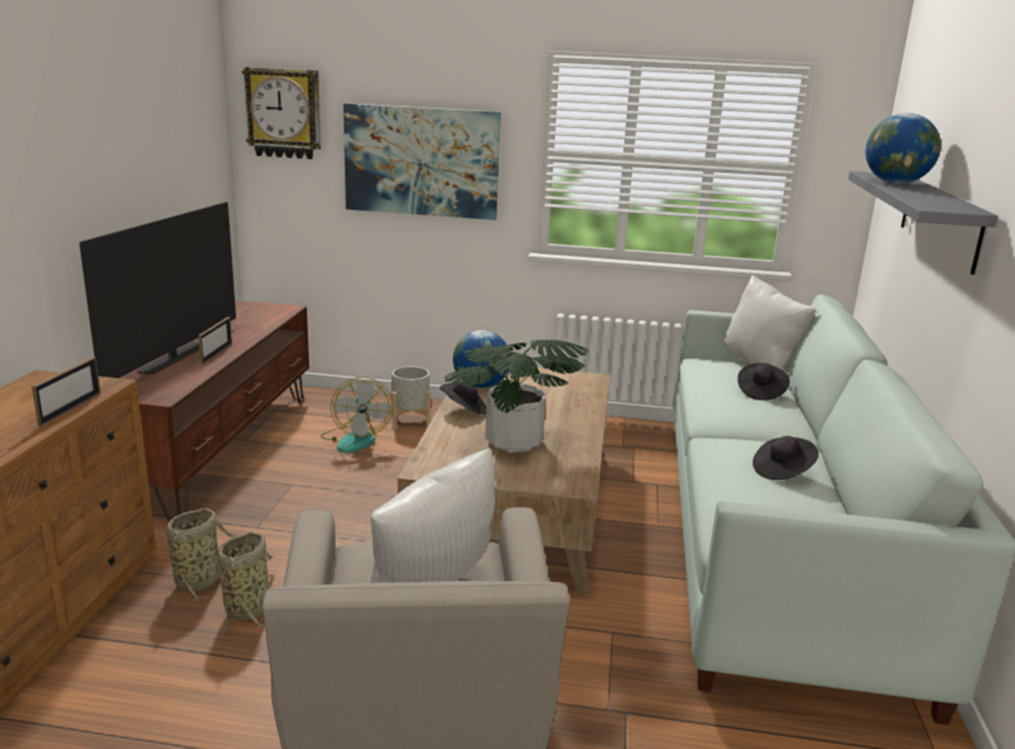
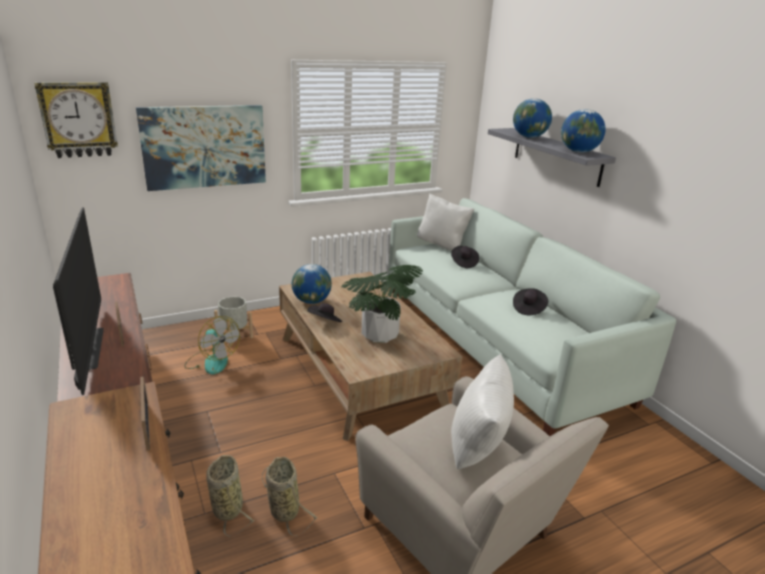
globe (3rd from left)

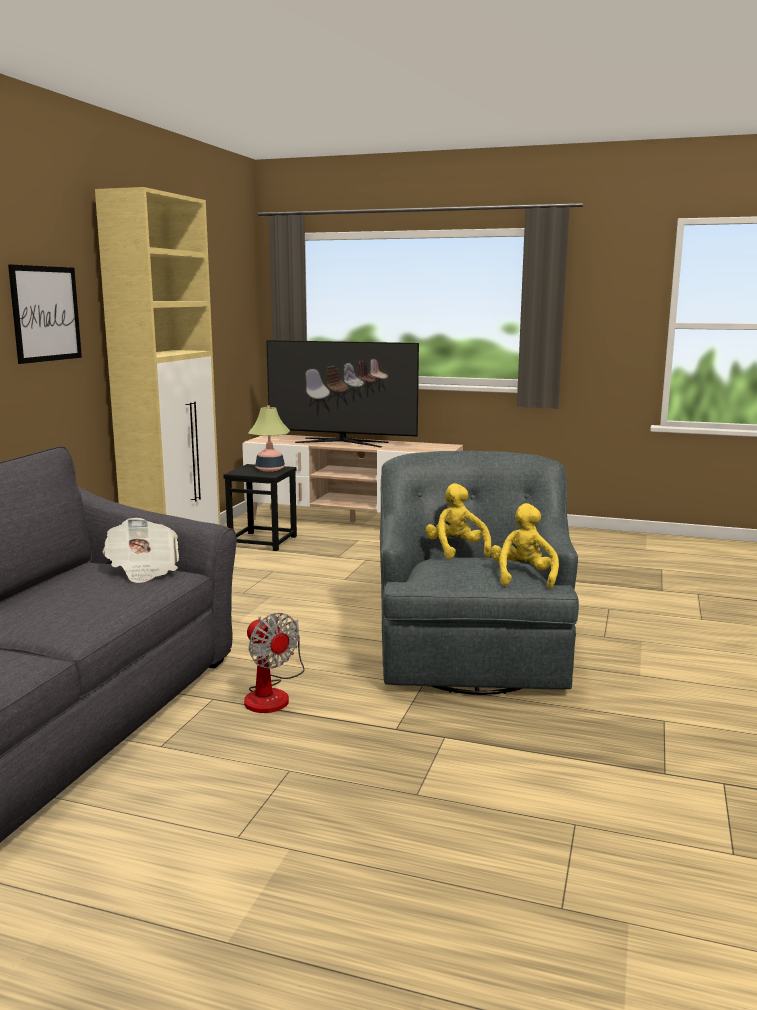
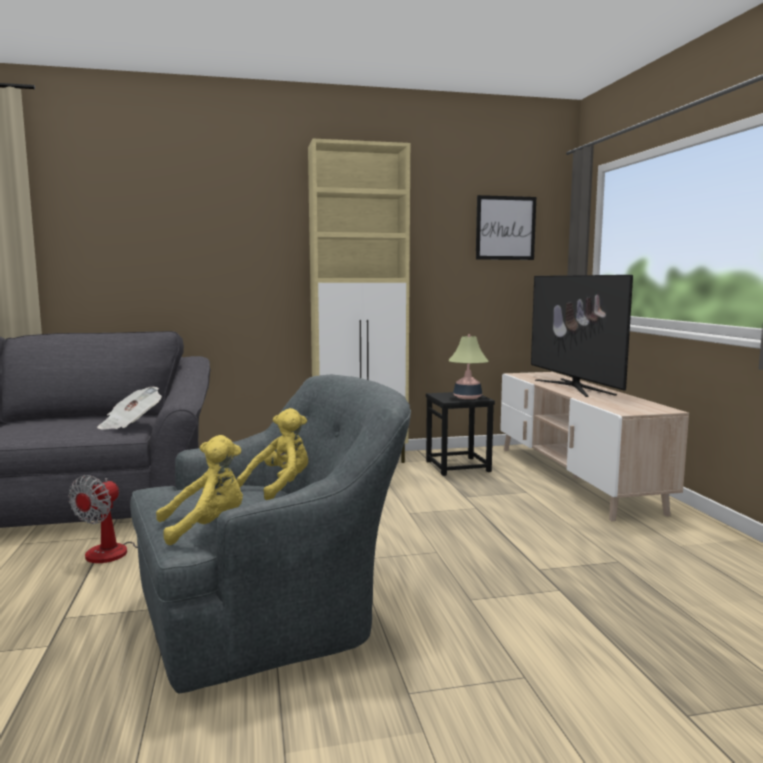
tableau

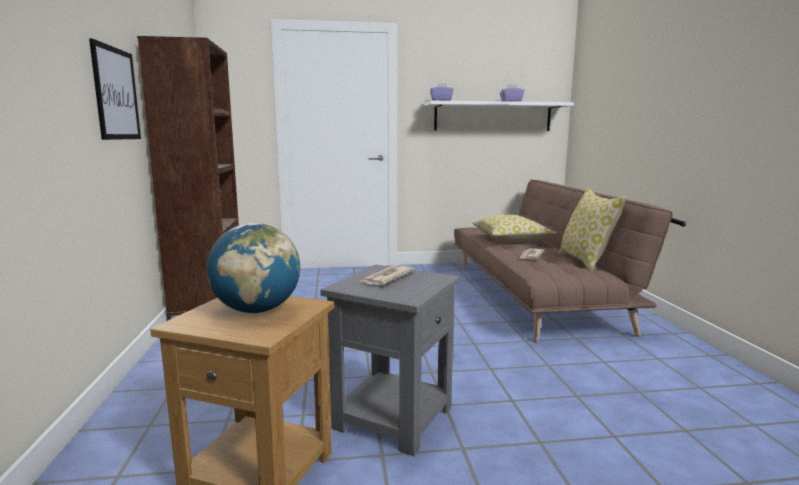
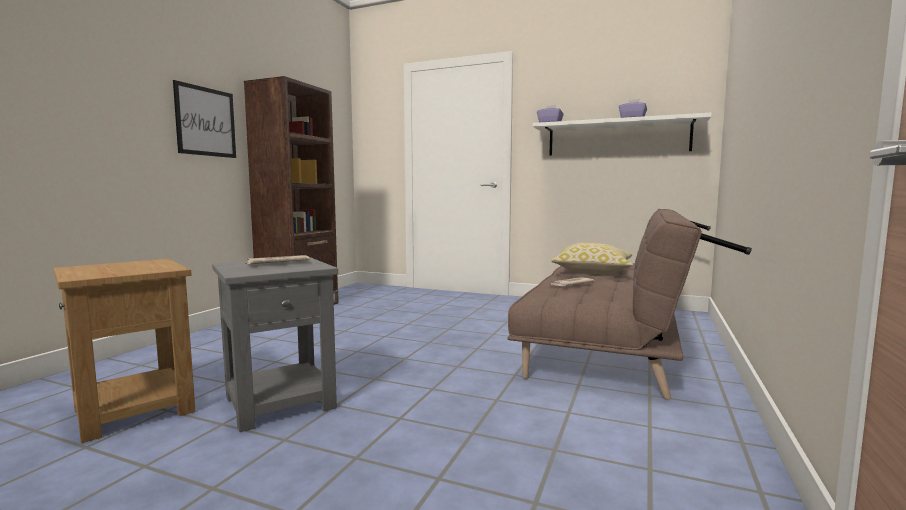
globe
coussin (2nd from left in the first image)

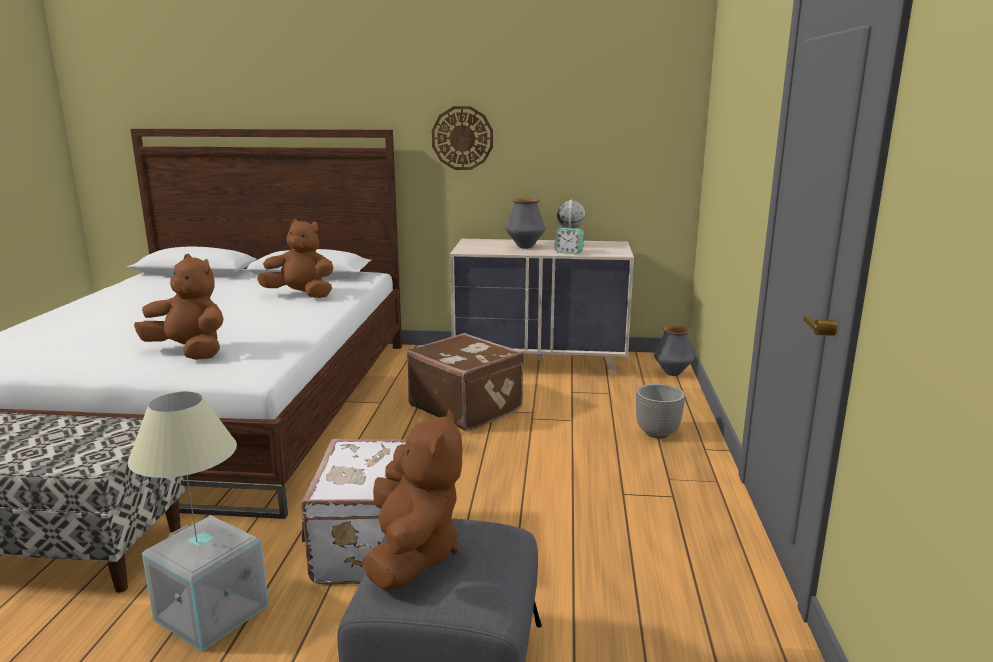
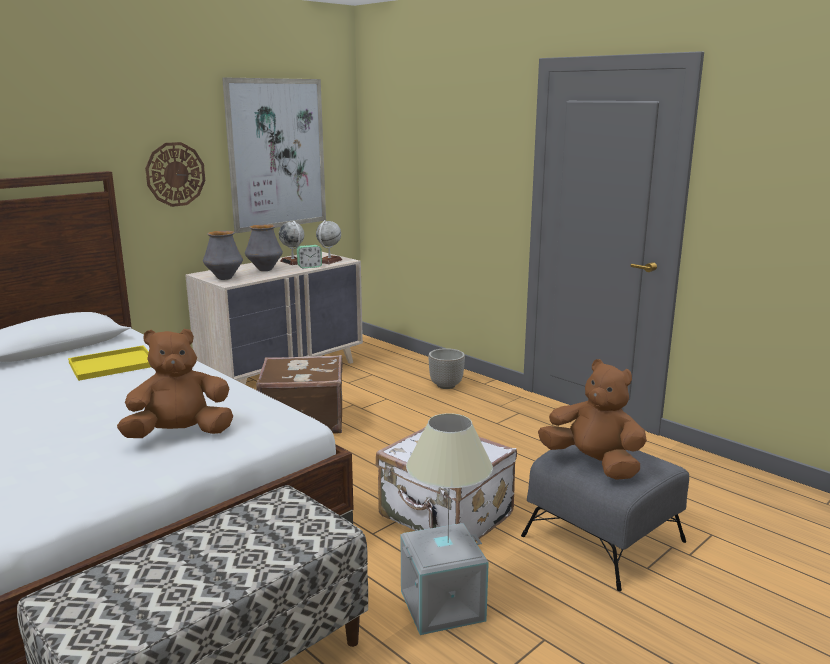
tableau
globe (2nd from left)
vase (1st from left)
plateau (jaune)

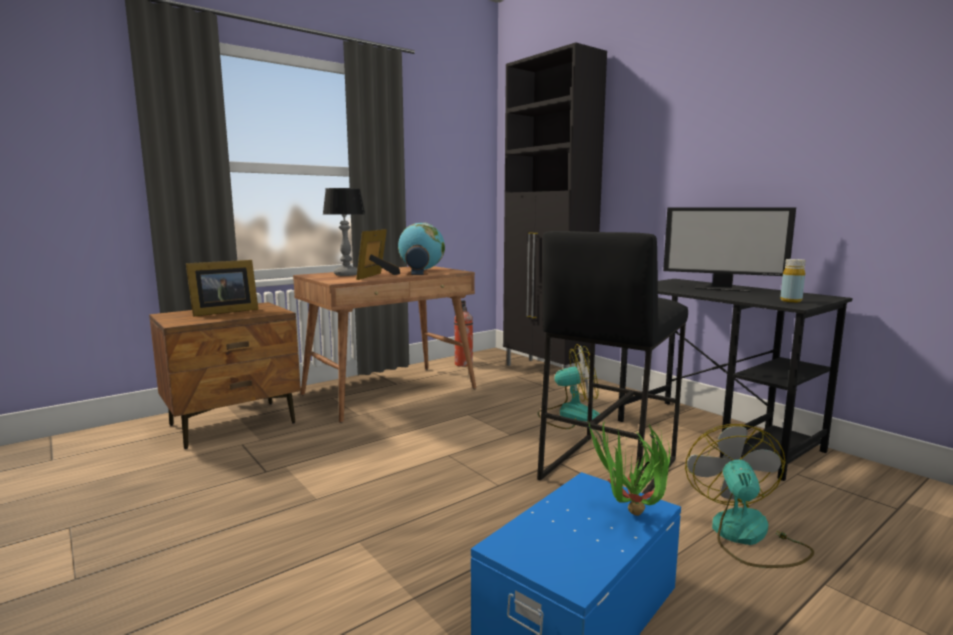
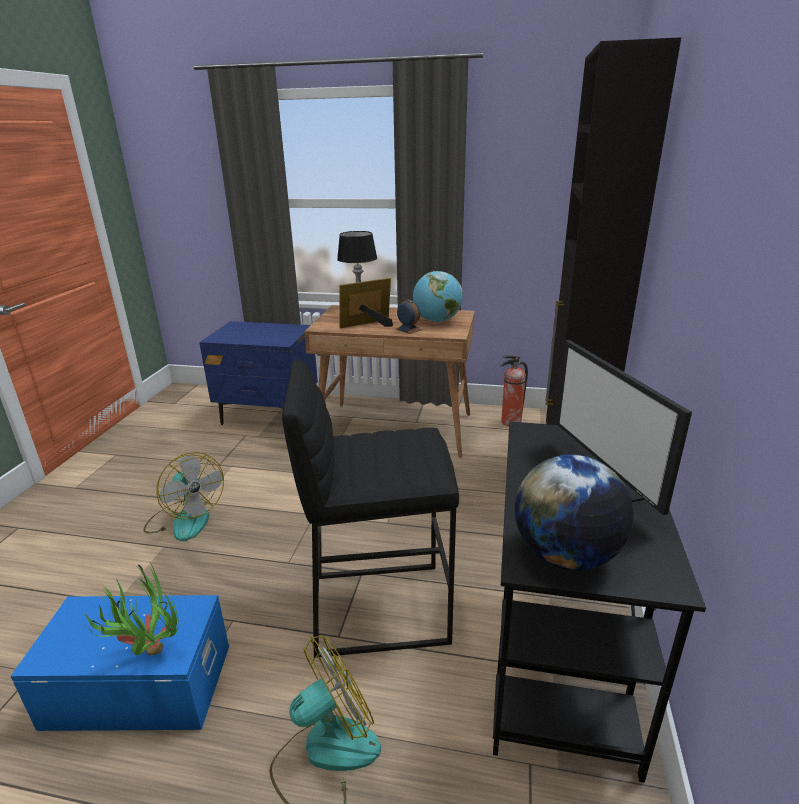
cadre photo (1st from left in the first image)
ventilateur (1st from left)
globe (2nd from left)
table de chevet (bleu)

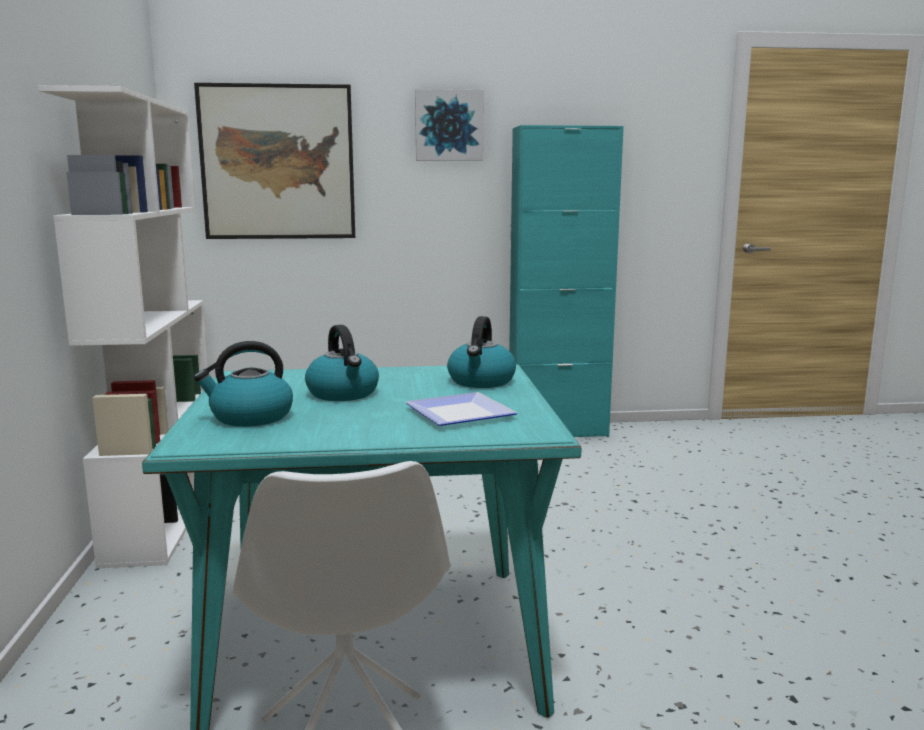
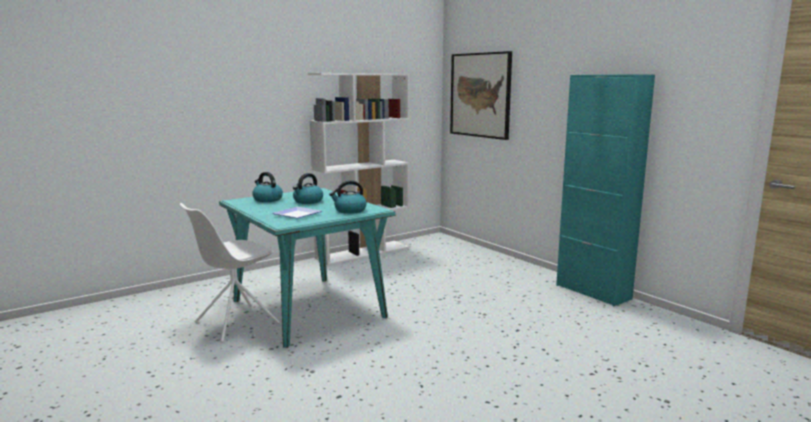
tableau (2nd from left in the first image)

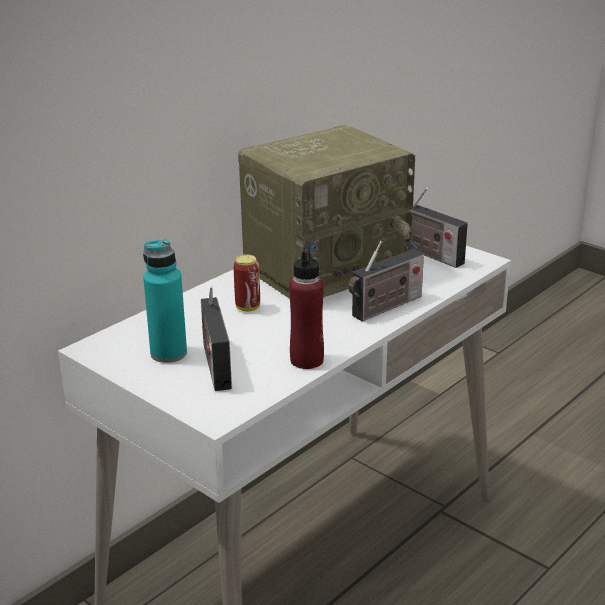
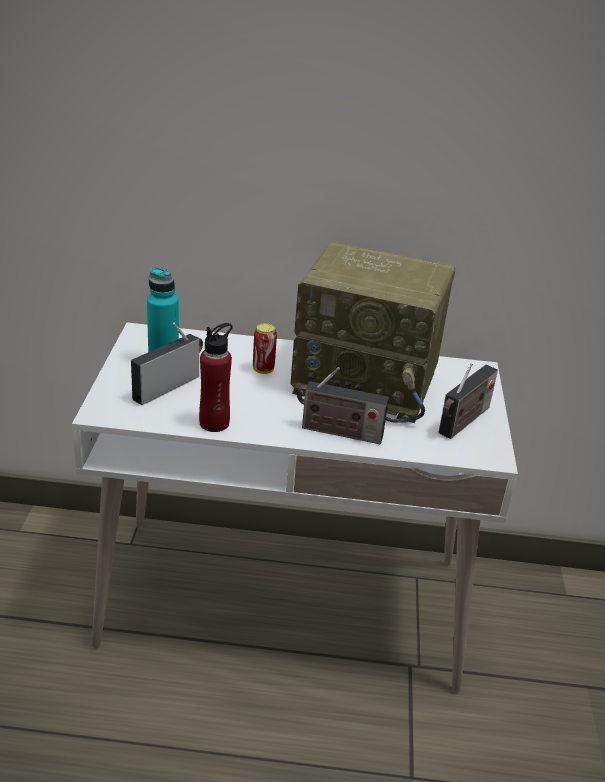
radio (4th from left)

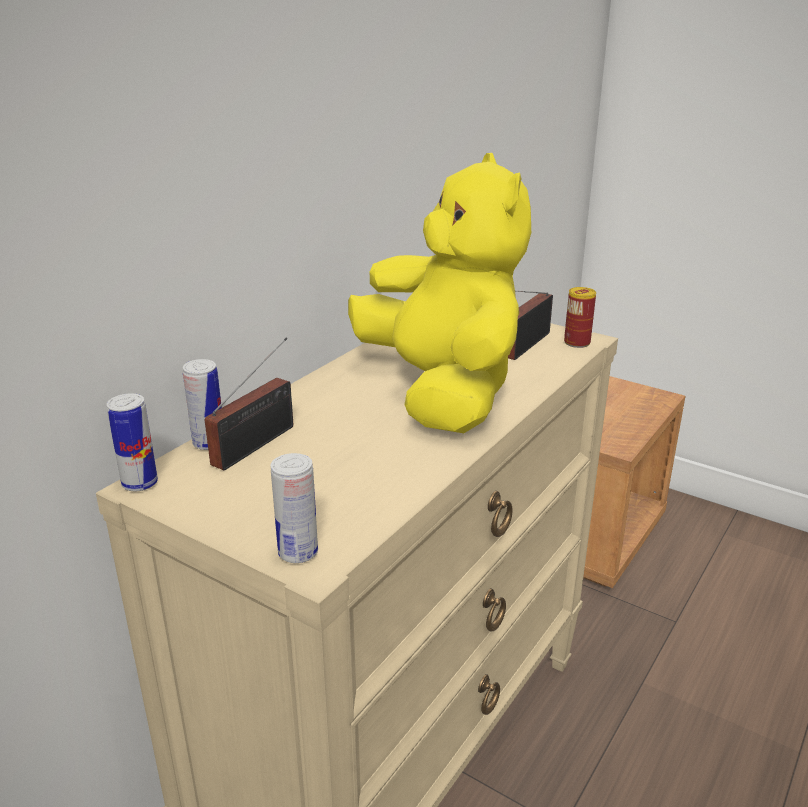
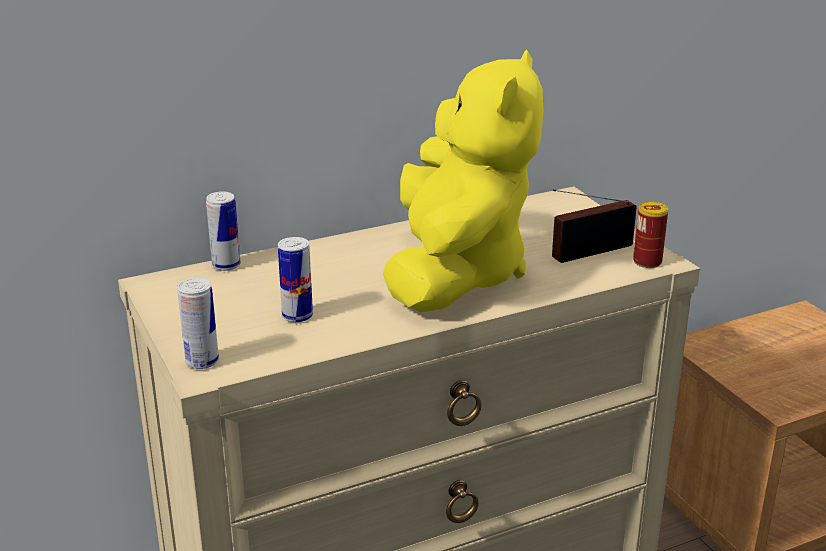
radio (1st from left in the first image)
boîte métallique (3rd from left)

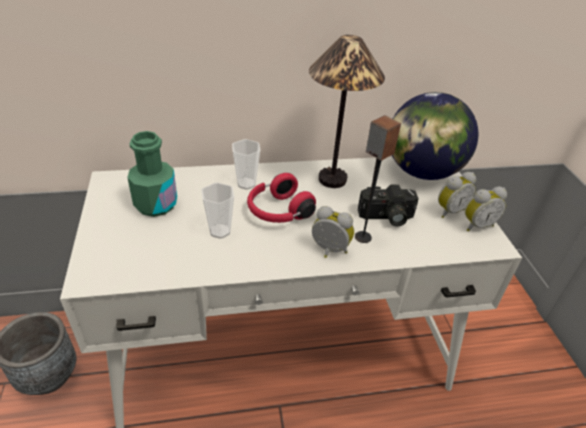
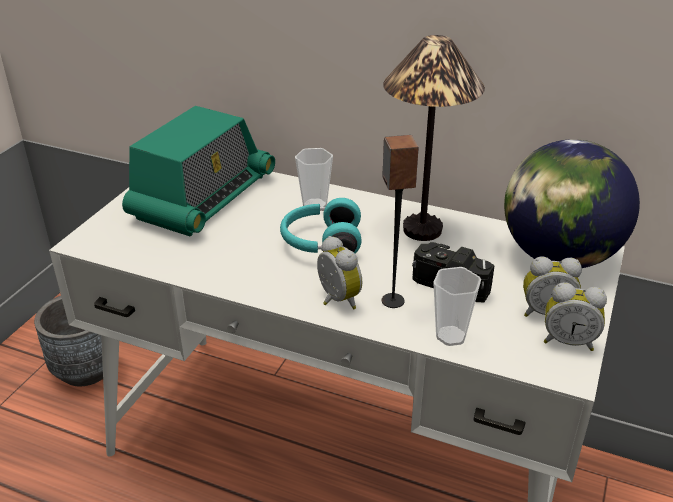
tasse (2nd from left)
radio
casque audio (turquoise)

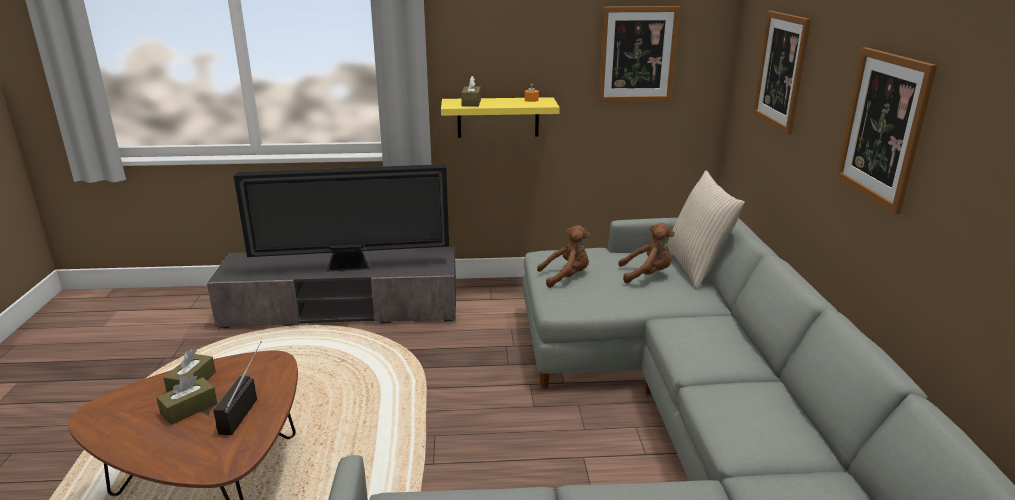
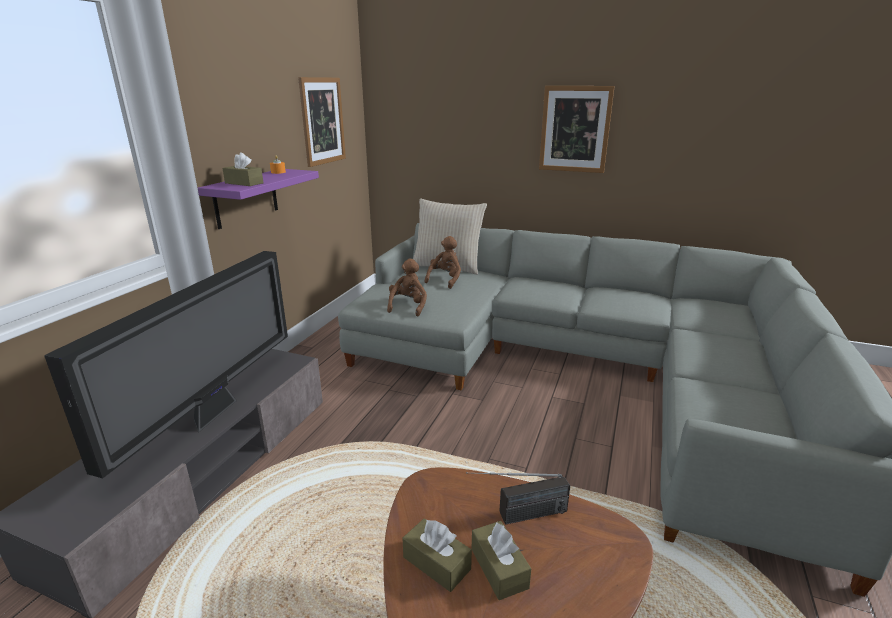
tableau (2nd from left in the first image)
étagère (violet)
radio

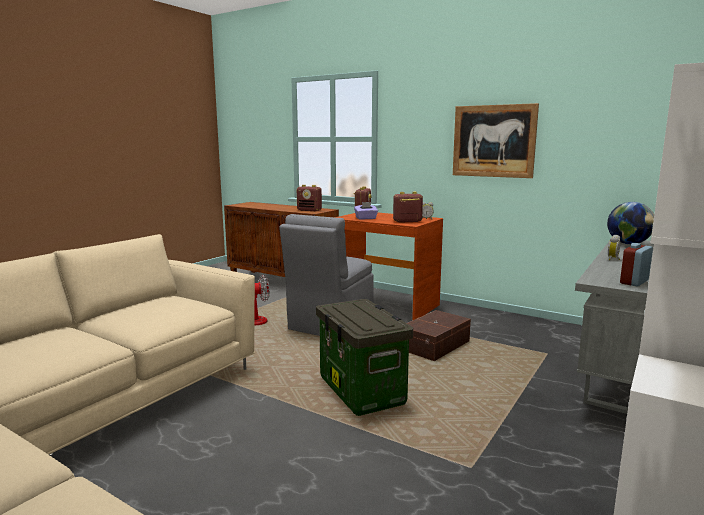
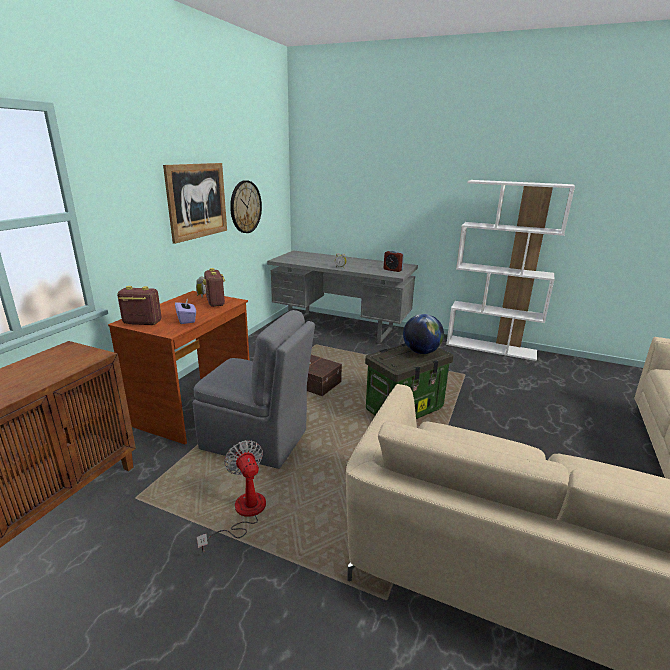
radio (1st from left in the first image)
horloge murale
globe

